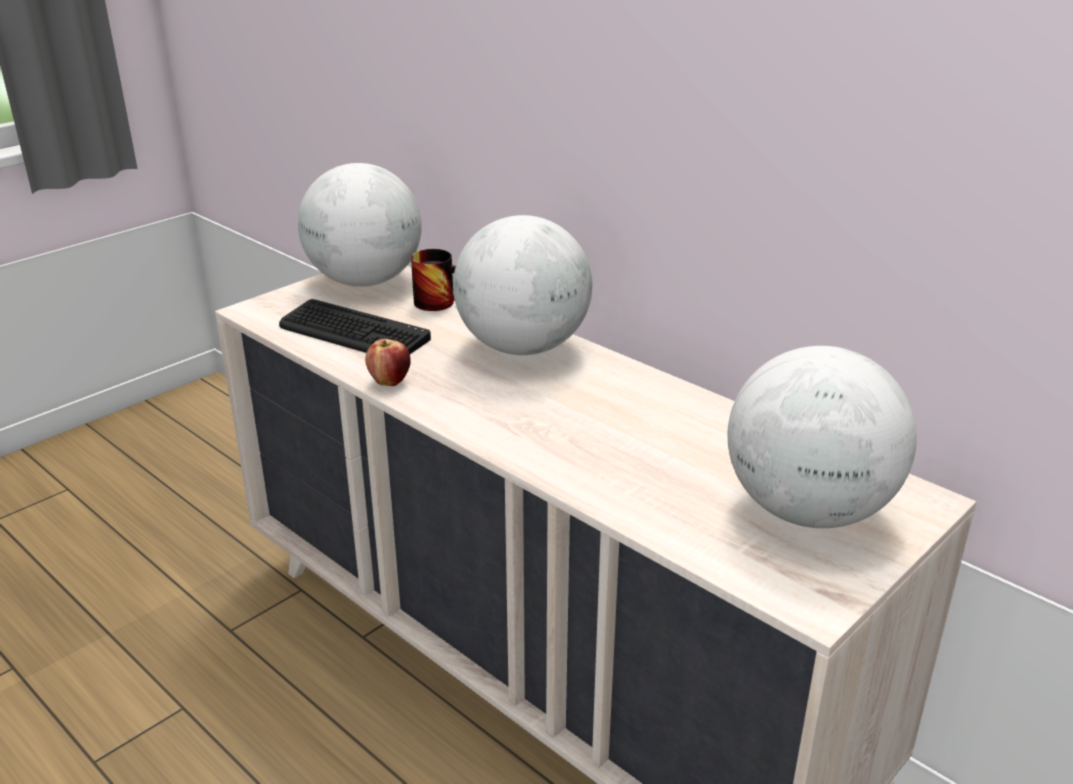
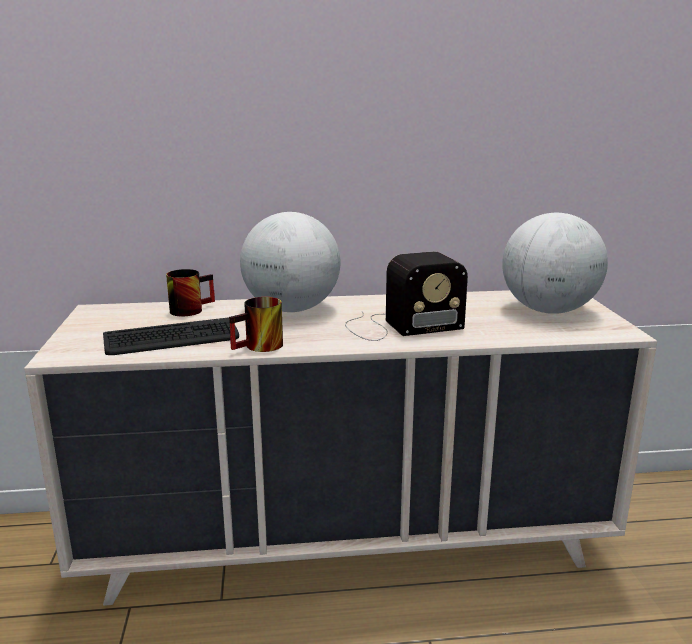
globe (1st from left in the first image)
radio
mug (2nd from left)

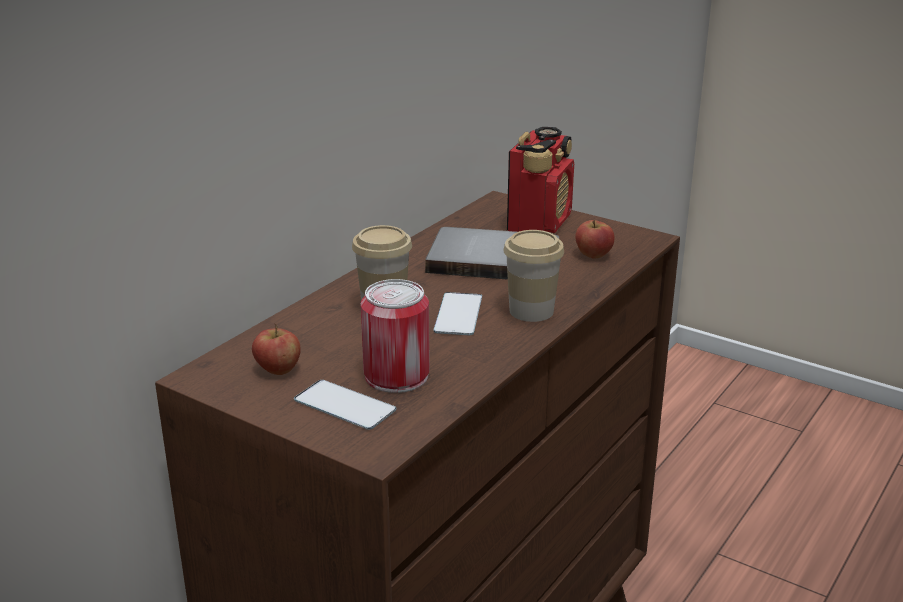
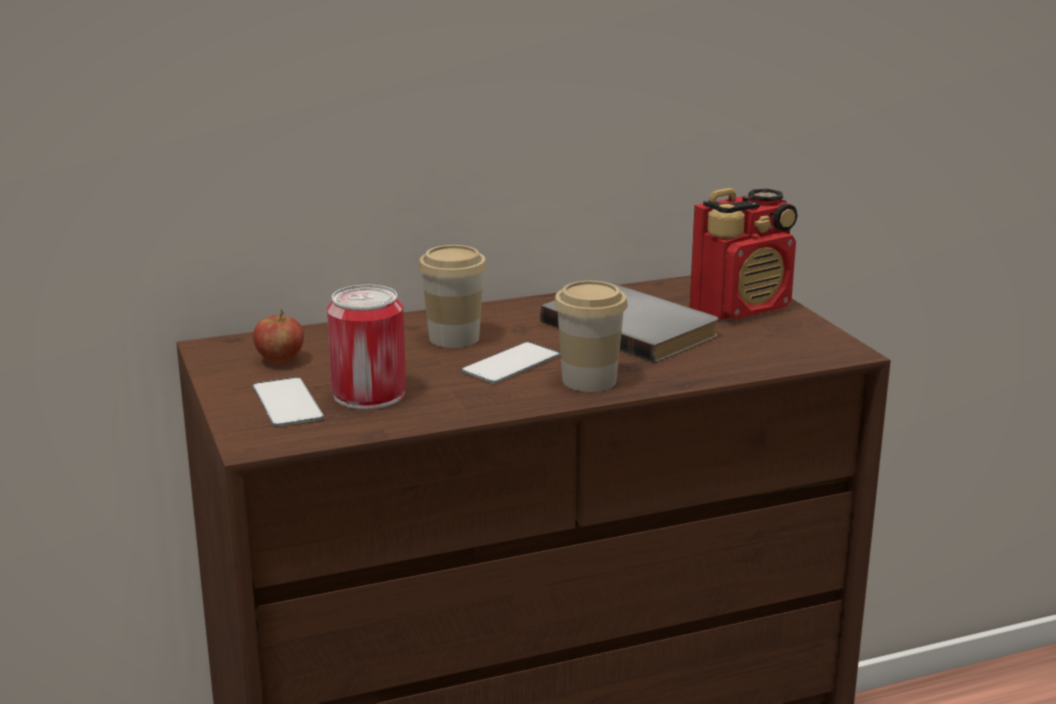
pomme (2nd from left in the first image)

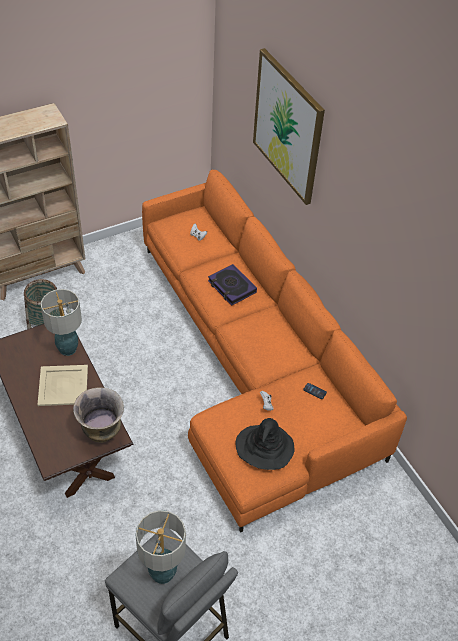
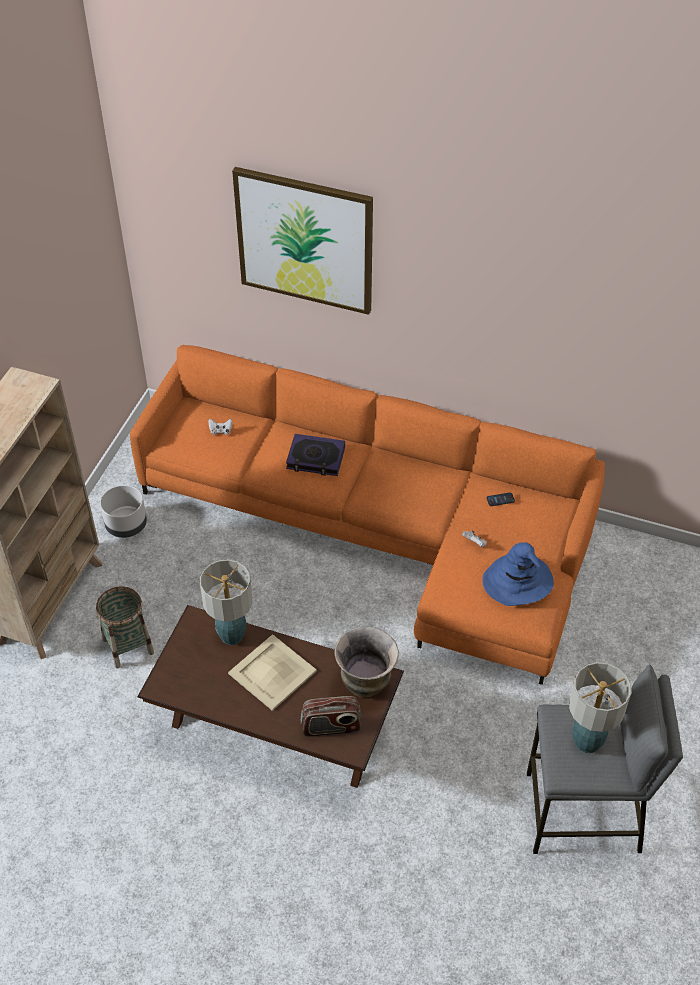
cache-pot (gris)
radio
chapeau (bleu)

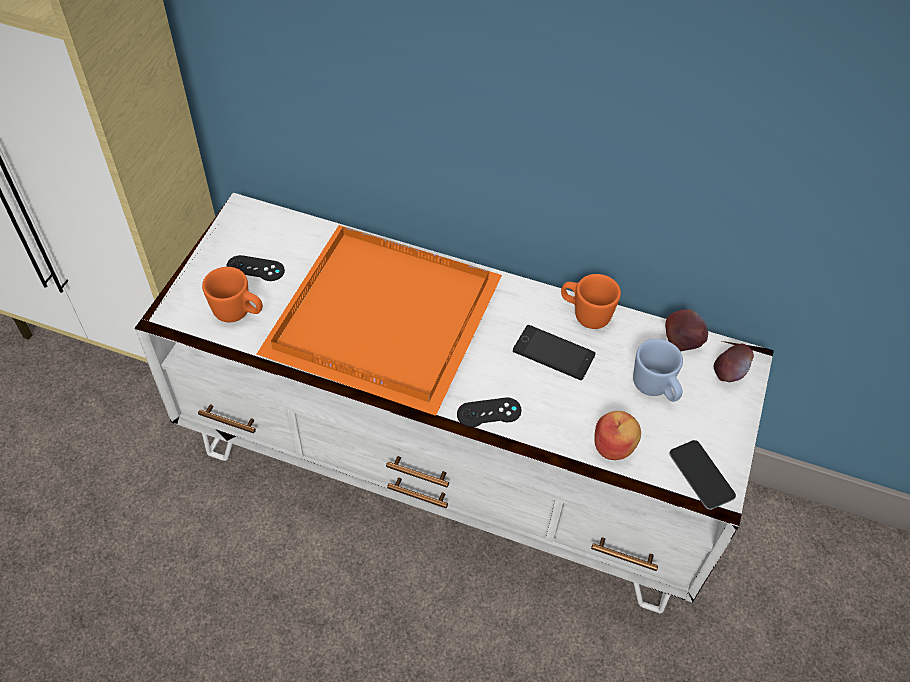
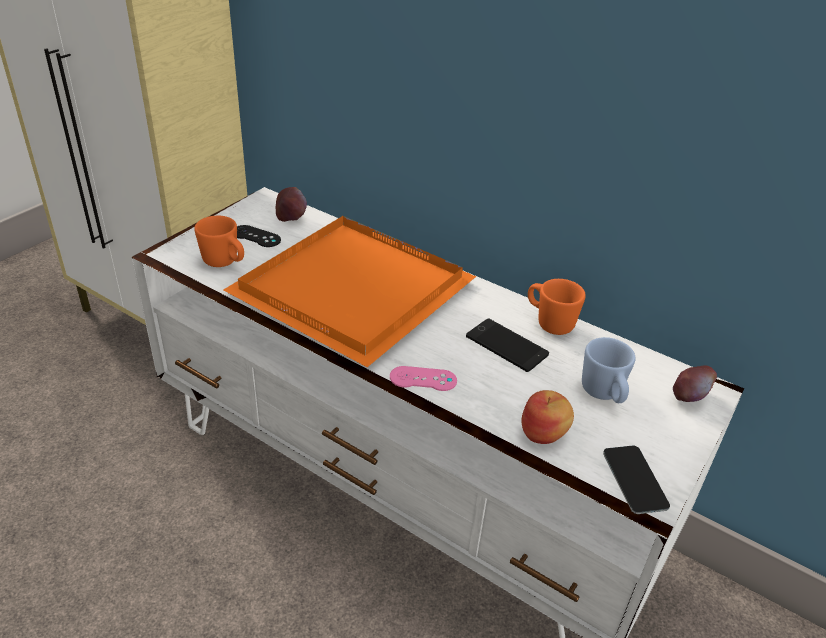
pomme (1st from left)
manette (rose)

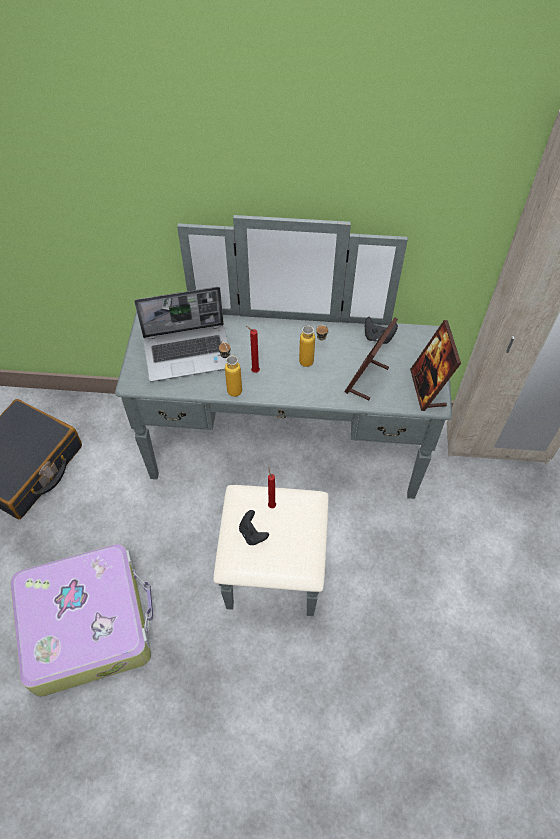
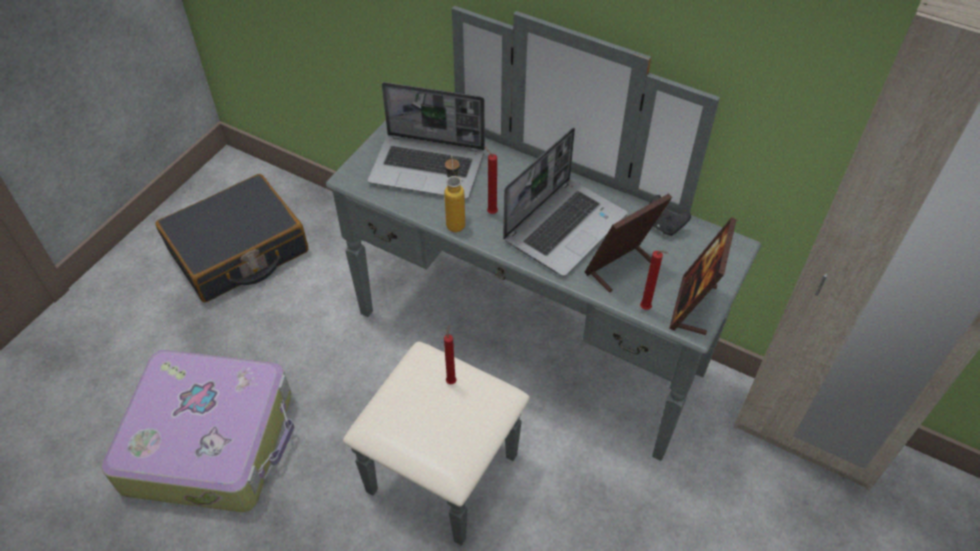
manette (noir) (1st from left in the first image)
bougie (rouge) (3rd from left)
ordinateur portable (2nd from left)

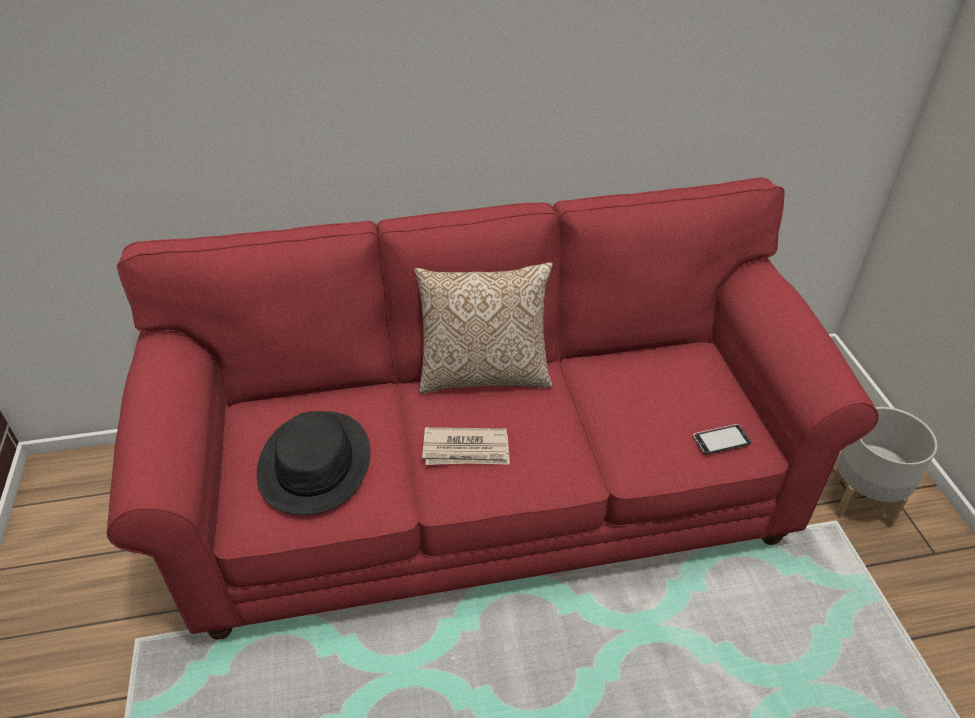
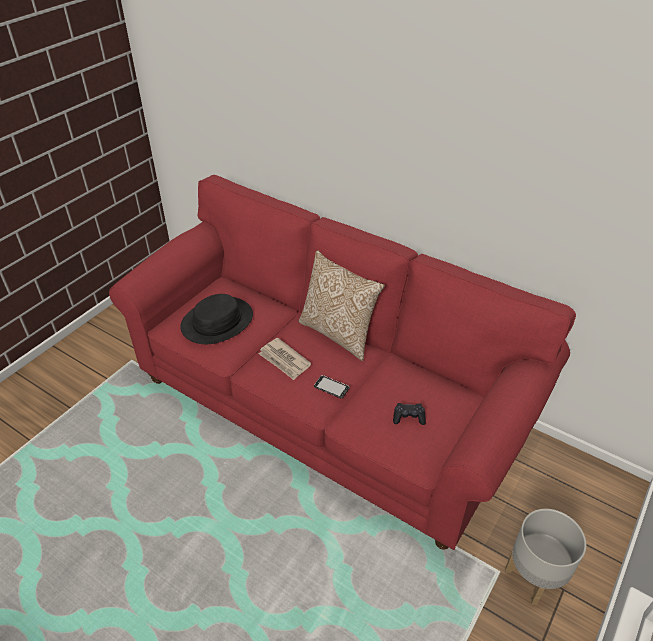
manette (noir)
téléphone

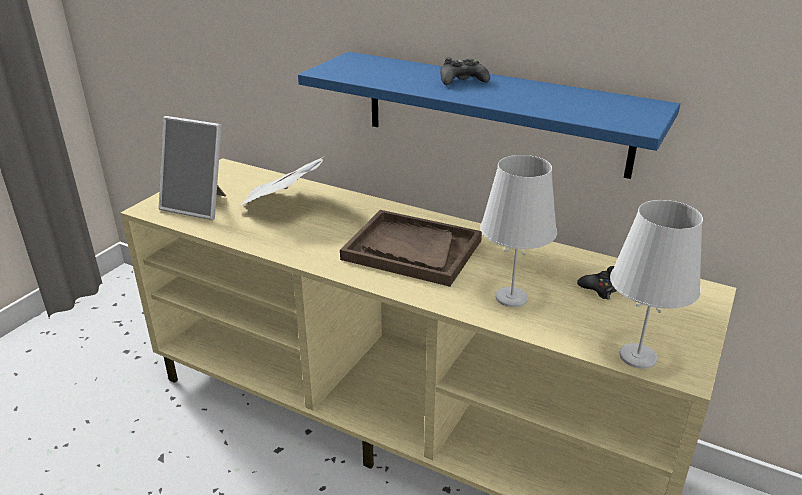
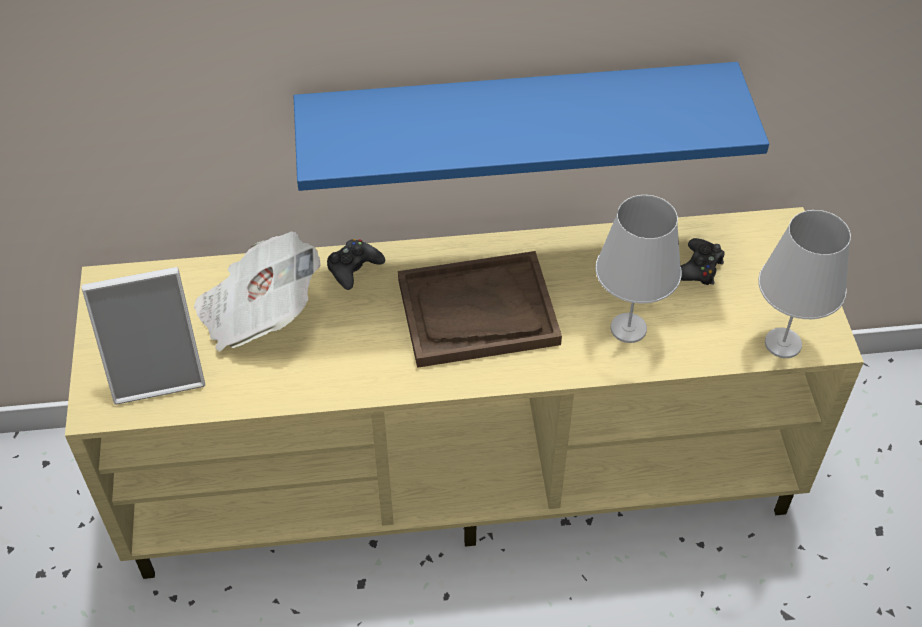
manette (noir) (1st from left)

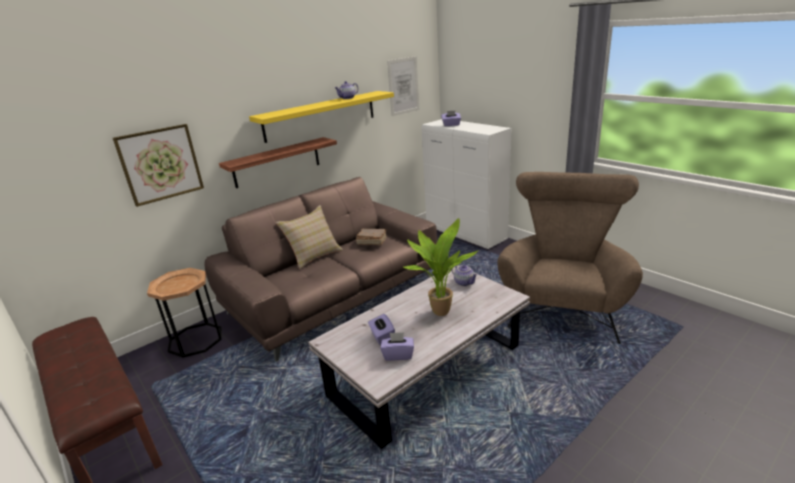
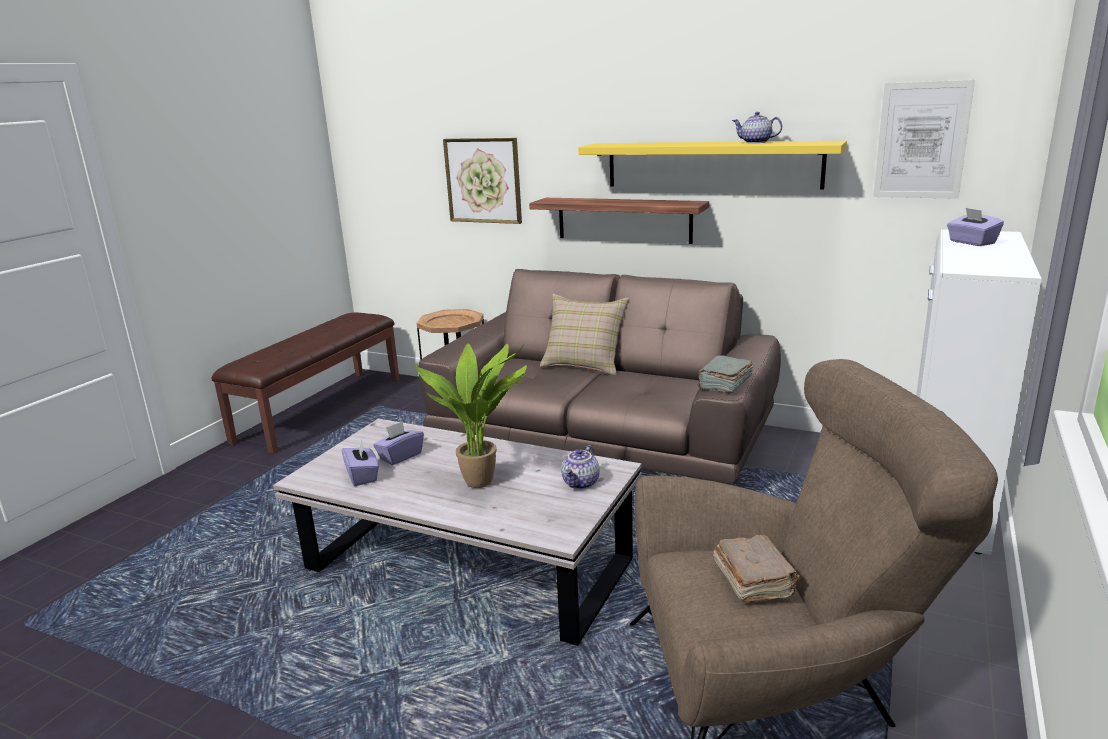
livre (gris)
livre (marron)

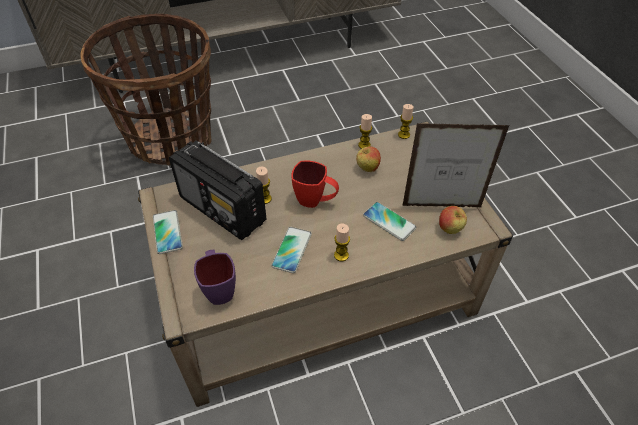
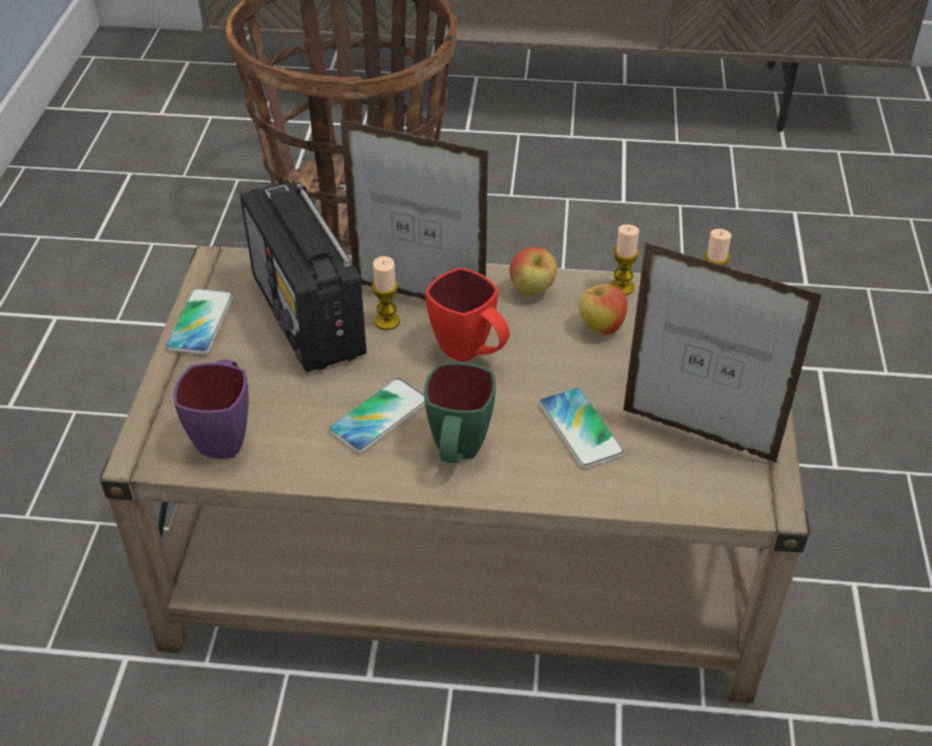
cadre photo (1st from left)
pomme (1st from left)
mug (vert)

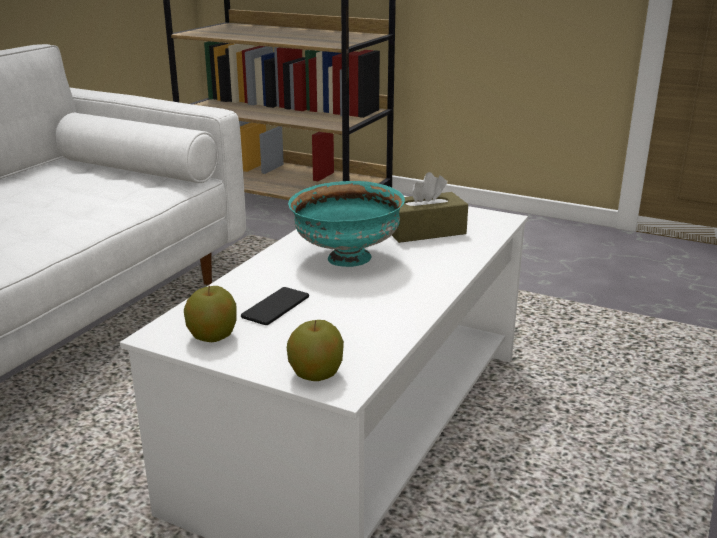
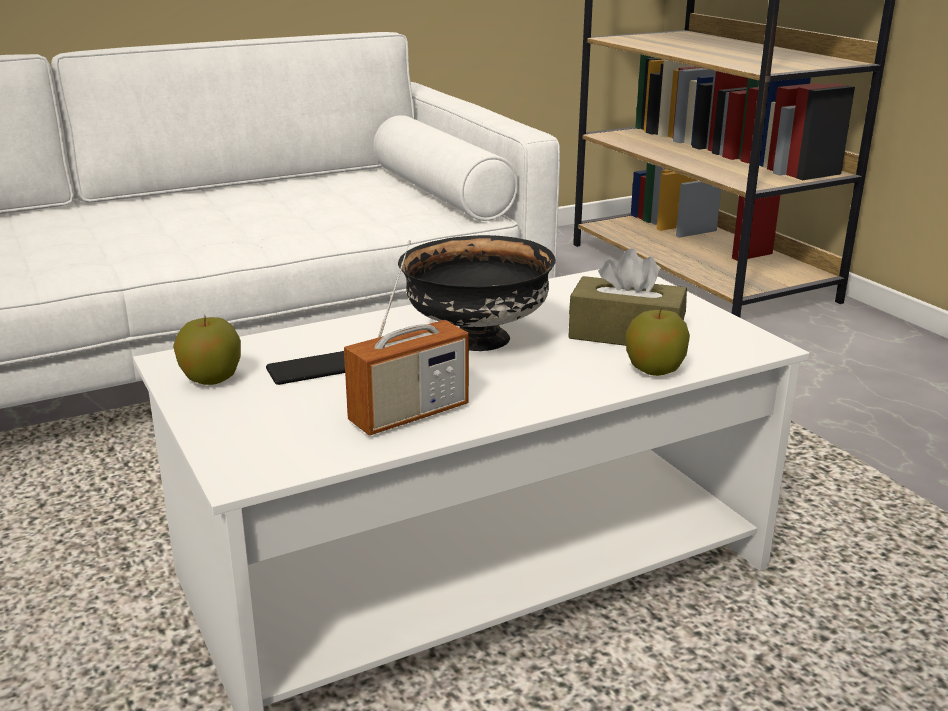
radio
pomme (2nd from left)
bol (noir)

